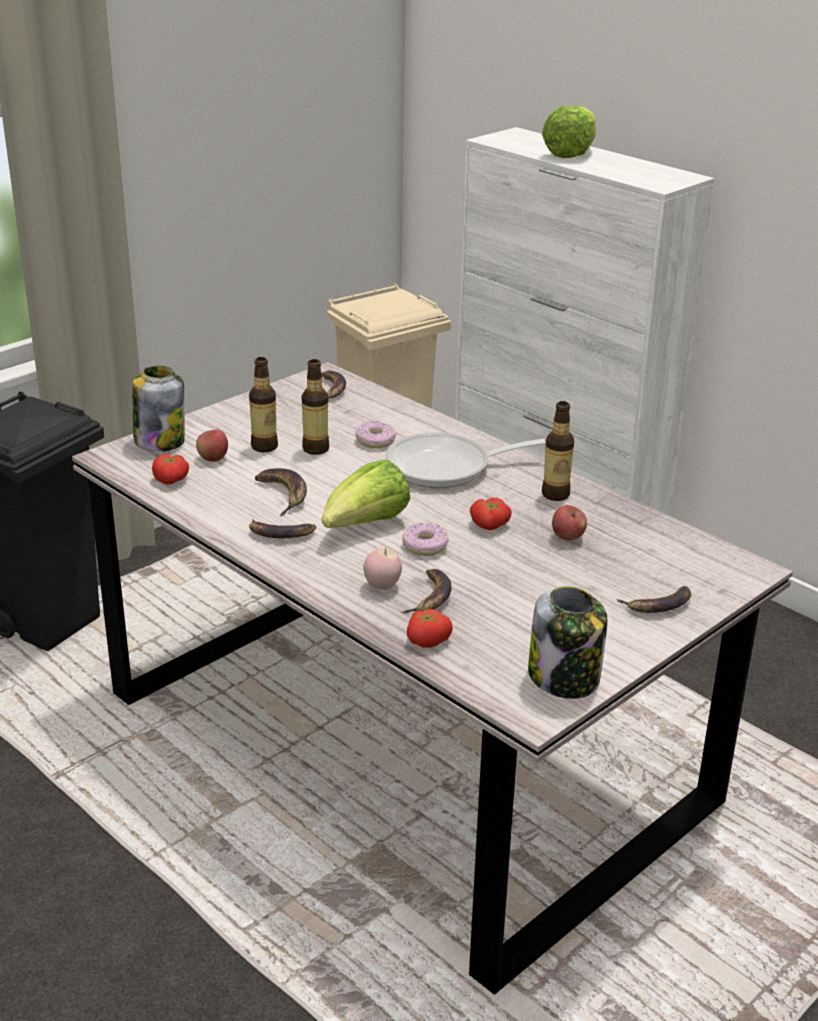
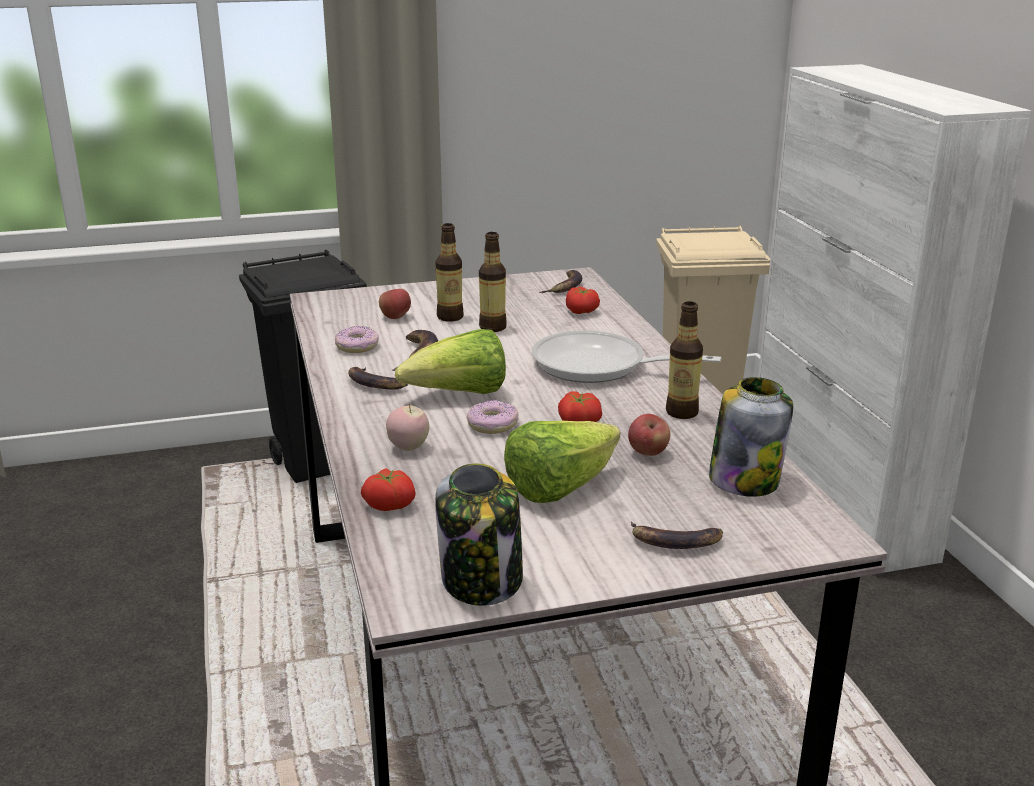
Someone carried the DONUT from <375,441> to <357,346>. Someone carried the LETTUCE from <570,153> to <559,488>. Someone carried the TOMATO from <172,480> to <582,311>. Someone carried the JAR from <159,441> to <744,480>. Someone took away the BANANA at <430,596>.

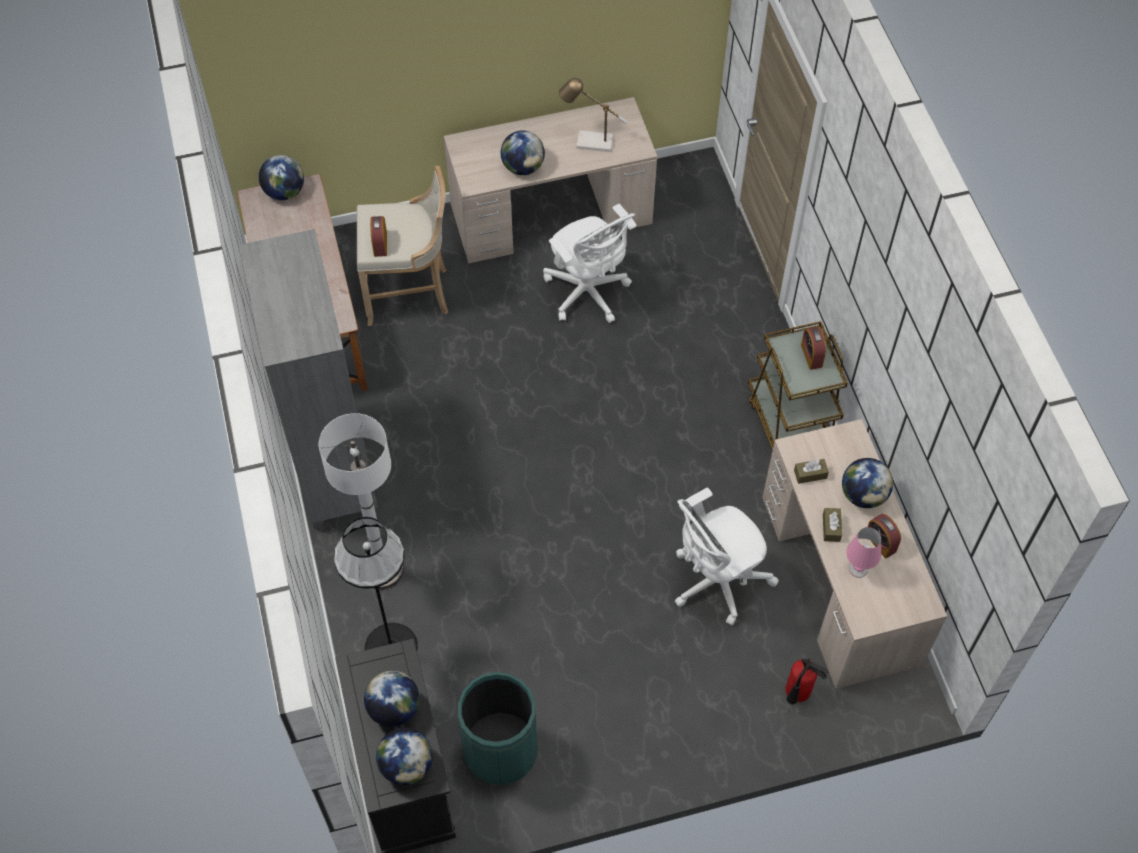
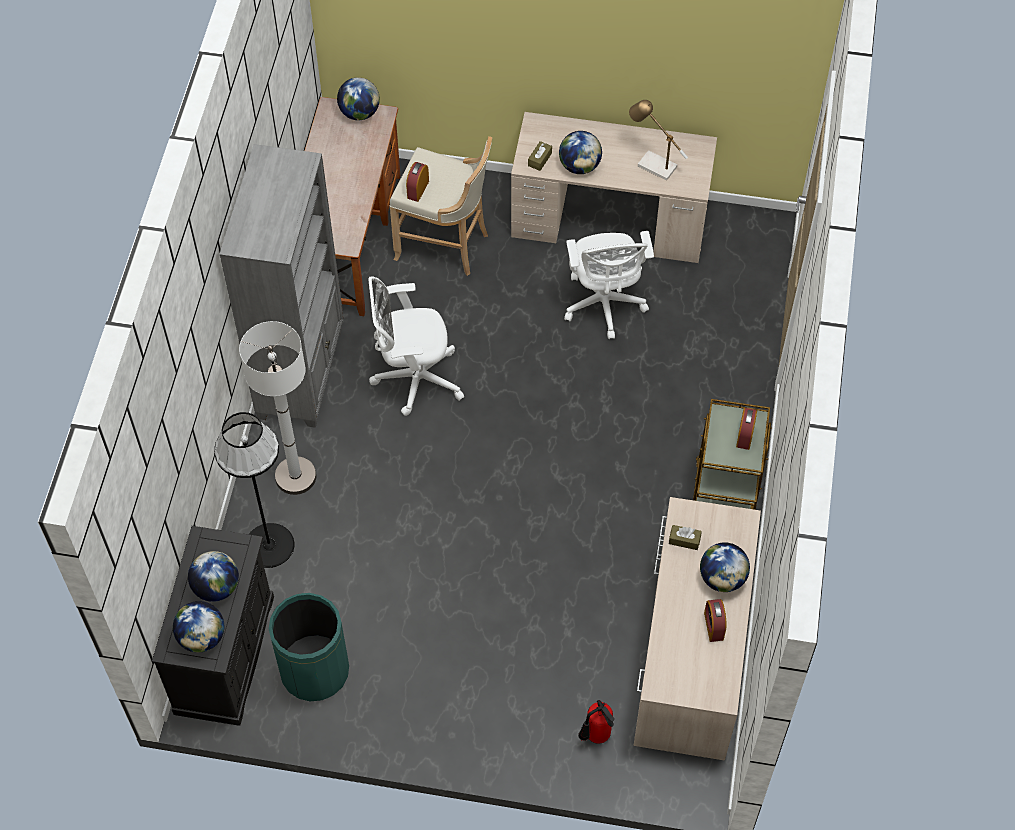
Someone carried the WHITE OFFICE CHAIR from <716,582> to <413,378>. Someone carried the BROWN TISSUE BOX from <831,528> to <540,159>. Someone took away the PINK TABLE LAMP at <858,569>.

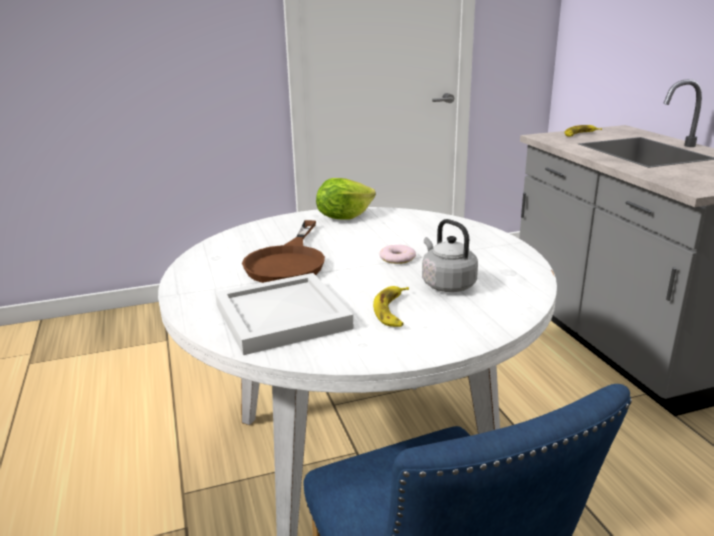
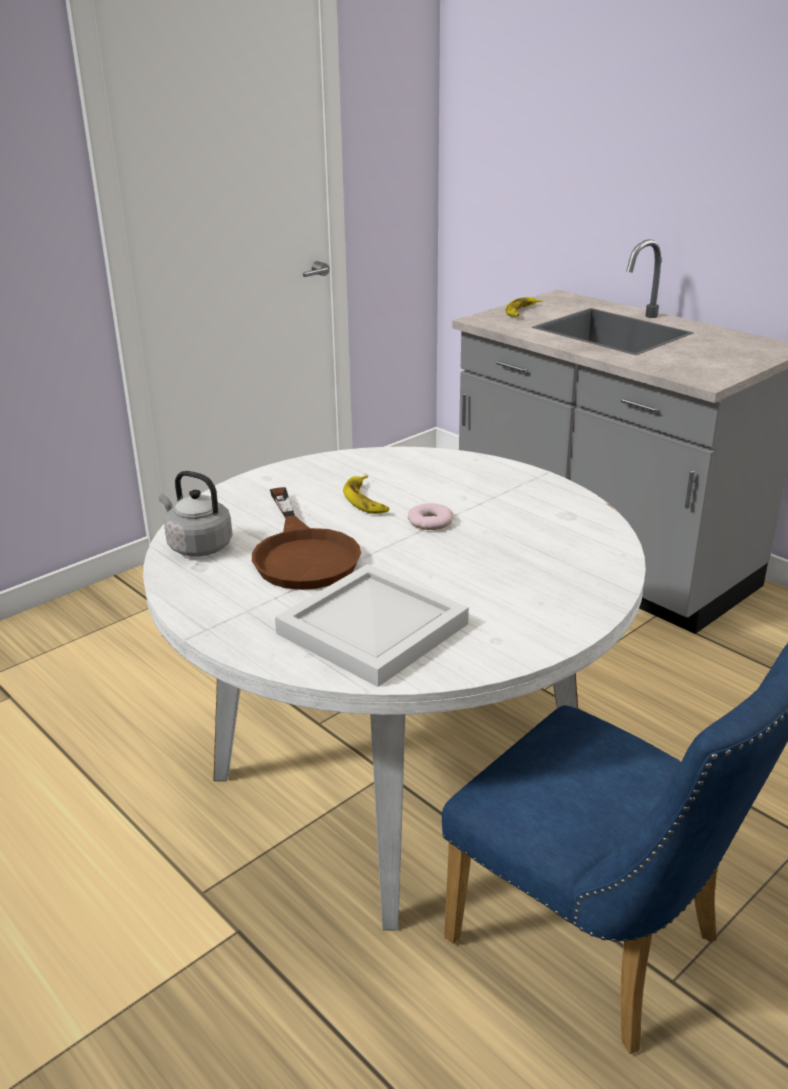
Someone carried the GREY KETTLE from <446,284> to <197,546>. Someone carried the BANANA from <393,311> to <366,500>. Someone took away the LETTUCE at <343,217>.

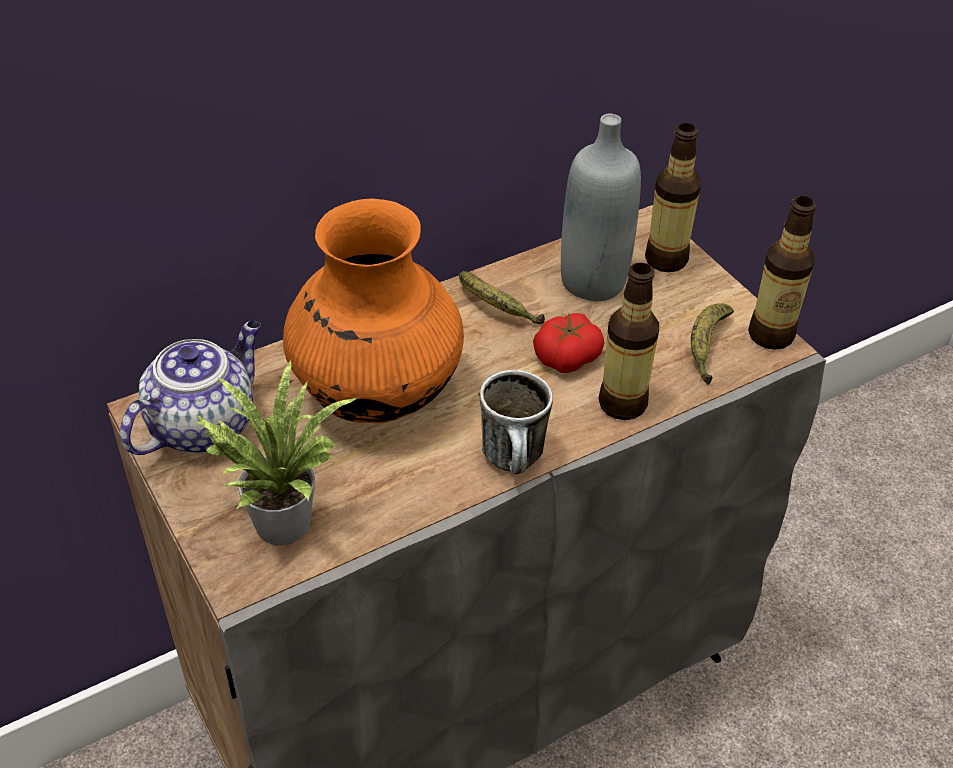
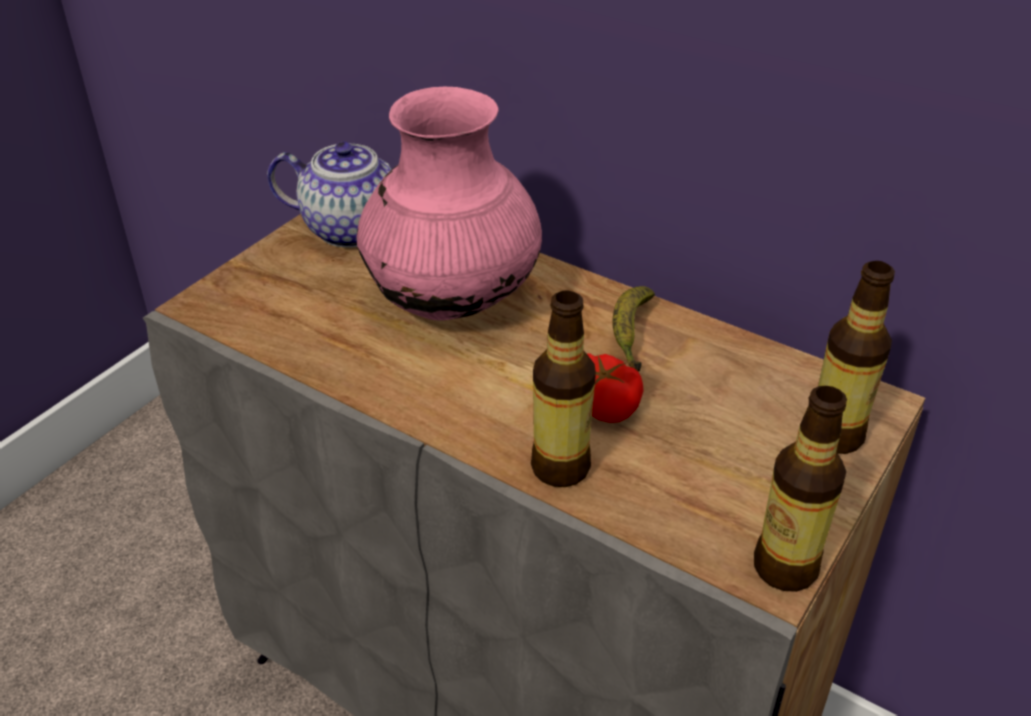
Someone repainted the ORANGE VASE at <376,394>, which became the PINK VASE at <453,302>. Someone took away the POTTED PLANT at <280,518>. Someone took away the MUG at <516,463>. Someone took away the GREY BOTTLE at <593,282>. Someone took away the BANANA at <707,348>.

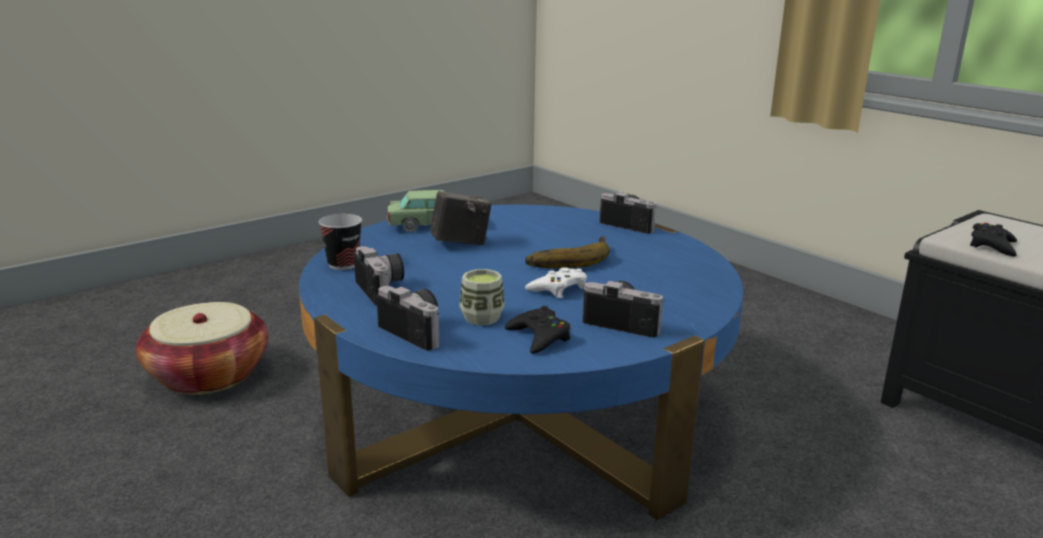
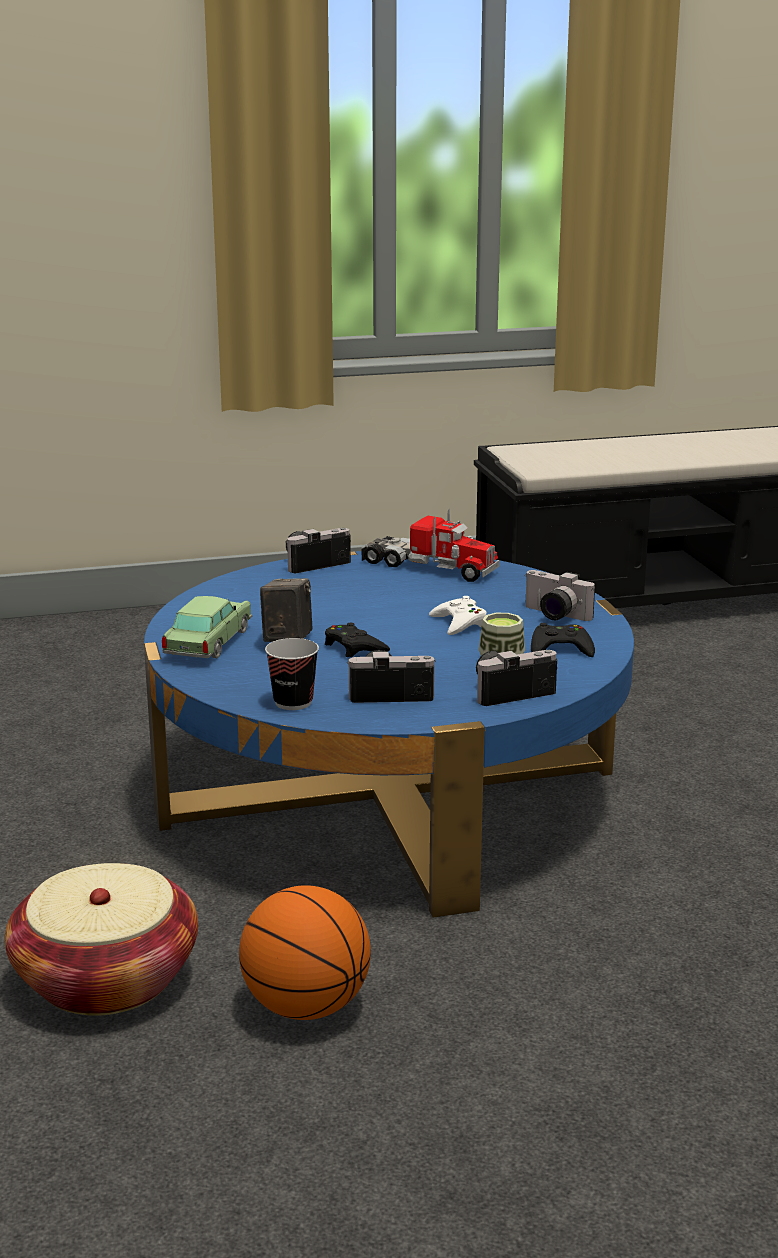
Someone put down the BASKETBALL at <306,1006>. Someone carried the BLACK GAME CONTROLLER from <992,245> to <354,647>. Someone put down the TOY TRUCK at <428,567>. Someone rotated the PHOTO CAMERA at <624,321> by 105 degrees counterclockwise. Someone took away the BANANA at <567,258>.

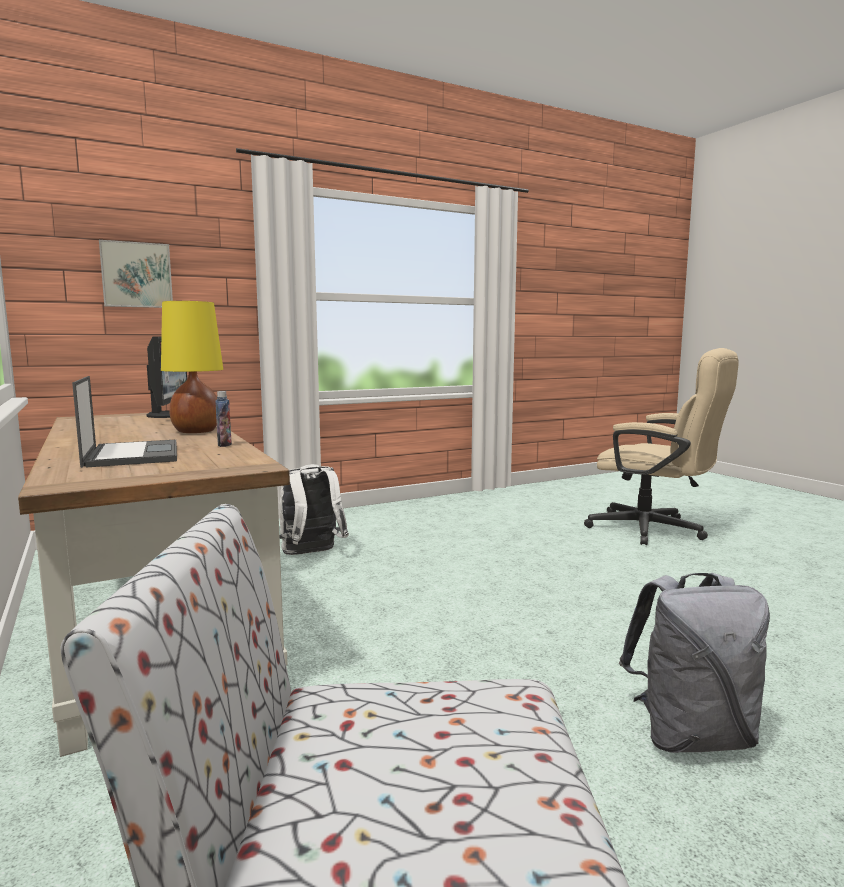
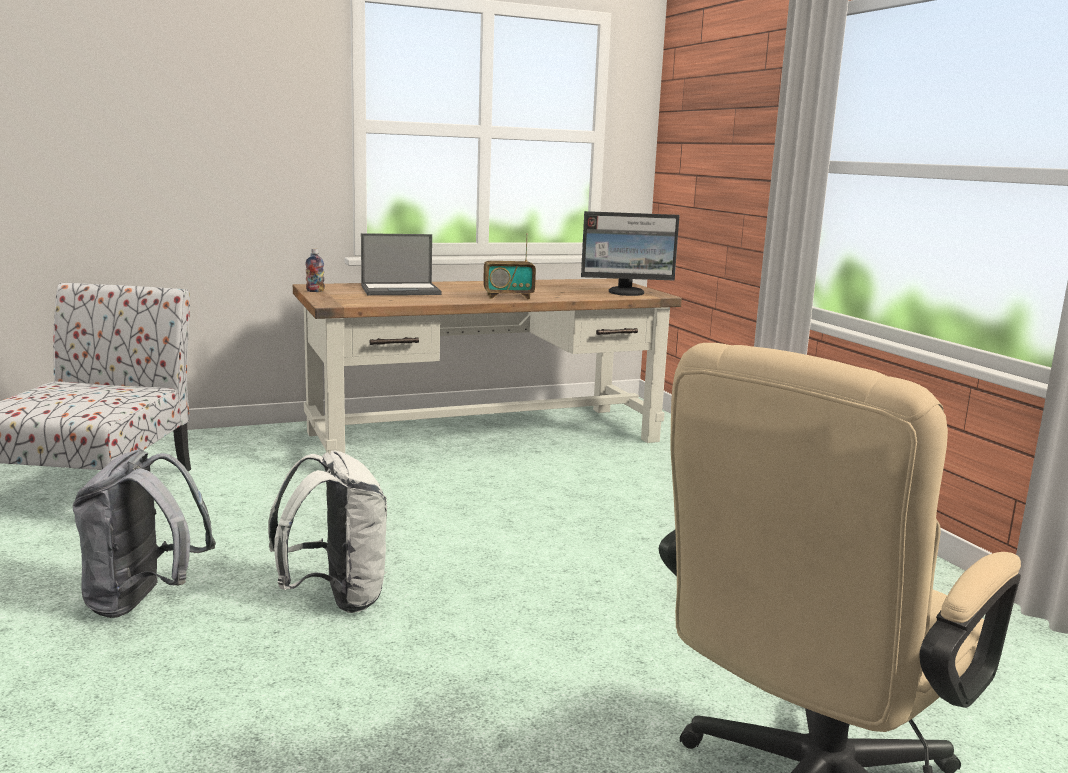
Someone carried the WHITE BACKPACK from <311,554> to <335,598>. Someone carried the BOTTLE from <224,445> to <315,291>. Someone swapped the YELLOW TABLE LAMP at <195,431> for the RADIO at <508,297>. Someone took away the PICTURE at <136,275>.

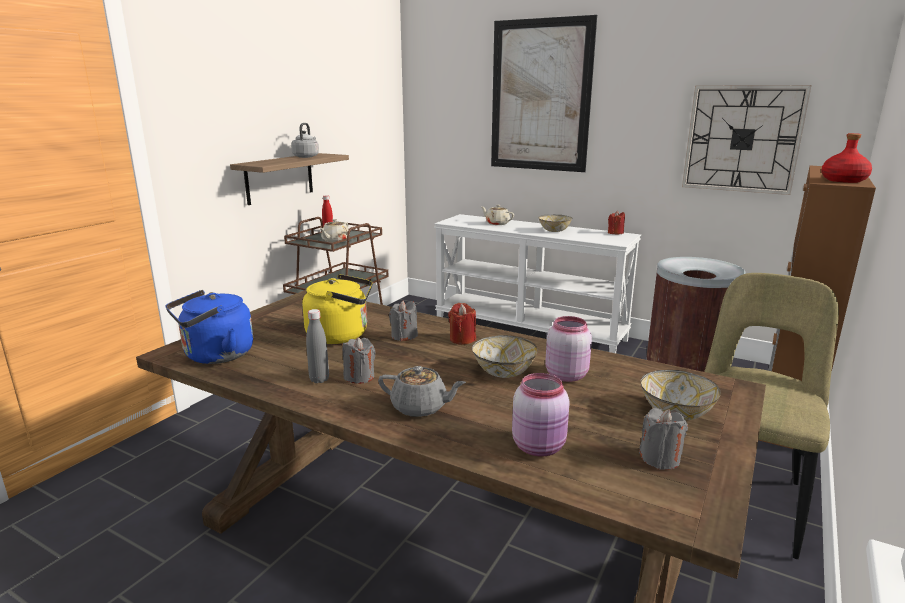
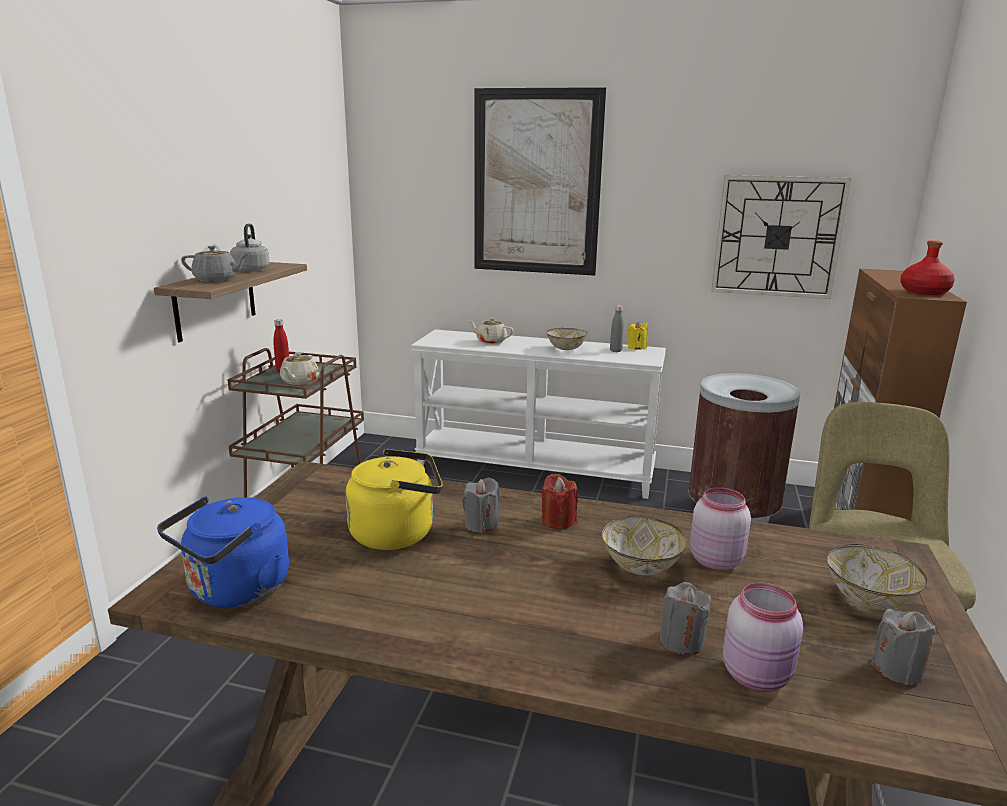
Someone carried the GREY TEAPOT from <420,407> to <217,279>. Someone carried the GREY BOTTLE from <319,379> to <615,351>. Someone repainted the RED CANDLE at <615,233>, which became the YELLOW CANDLE at <636,347>. Someone carried the GREY CANDLE from <359,377> to <681,641>.

